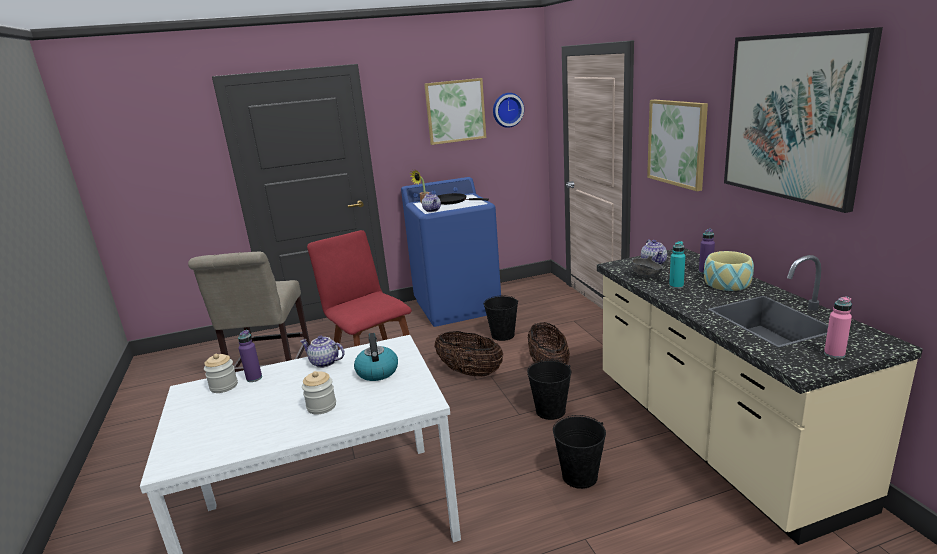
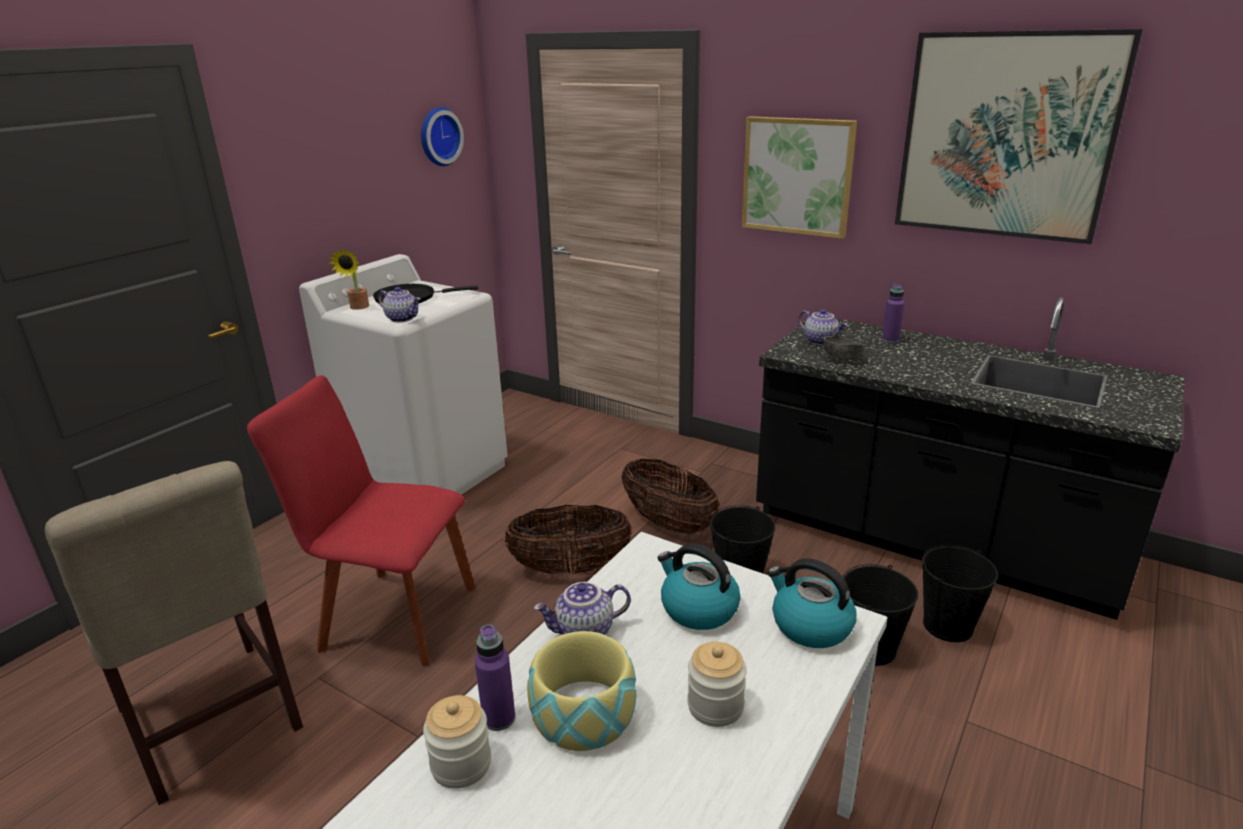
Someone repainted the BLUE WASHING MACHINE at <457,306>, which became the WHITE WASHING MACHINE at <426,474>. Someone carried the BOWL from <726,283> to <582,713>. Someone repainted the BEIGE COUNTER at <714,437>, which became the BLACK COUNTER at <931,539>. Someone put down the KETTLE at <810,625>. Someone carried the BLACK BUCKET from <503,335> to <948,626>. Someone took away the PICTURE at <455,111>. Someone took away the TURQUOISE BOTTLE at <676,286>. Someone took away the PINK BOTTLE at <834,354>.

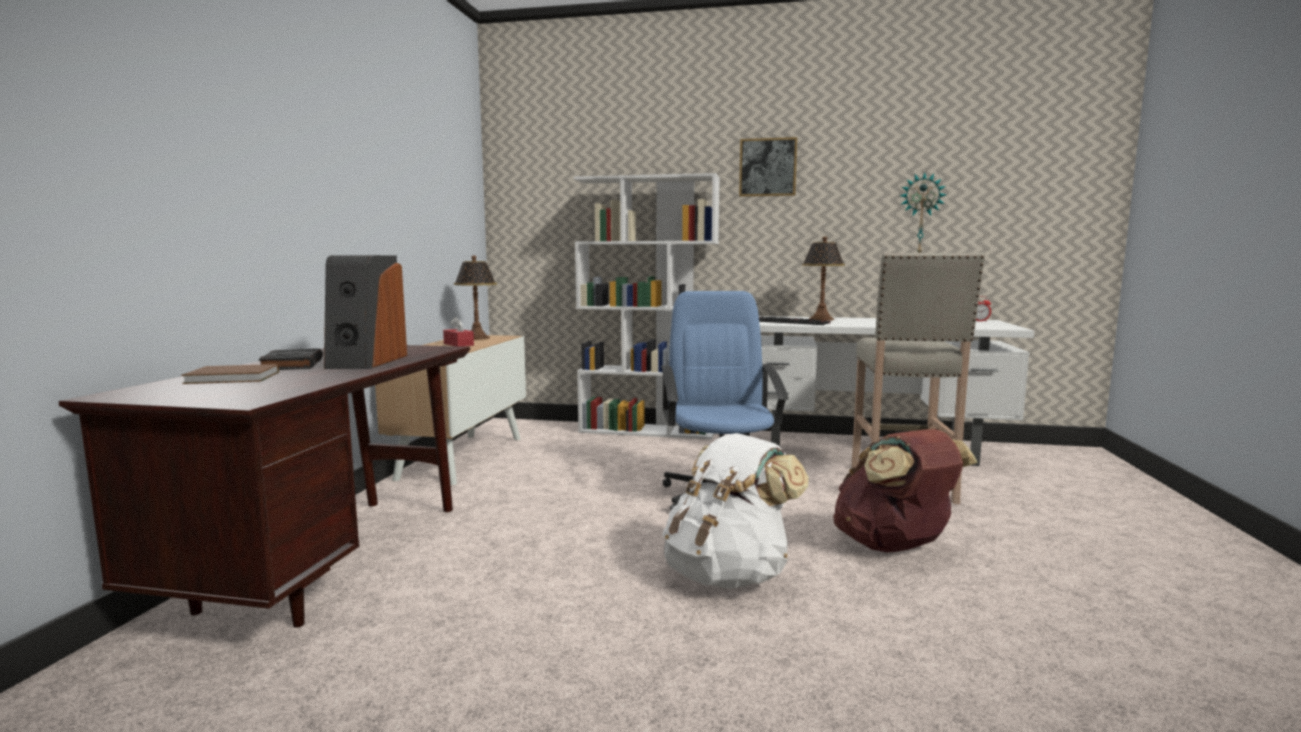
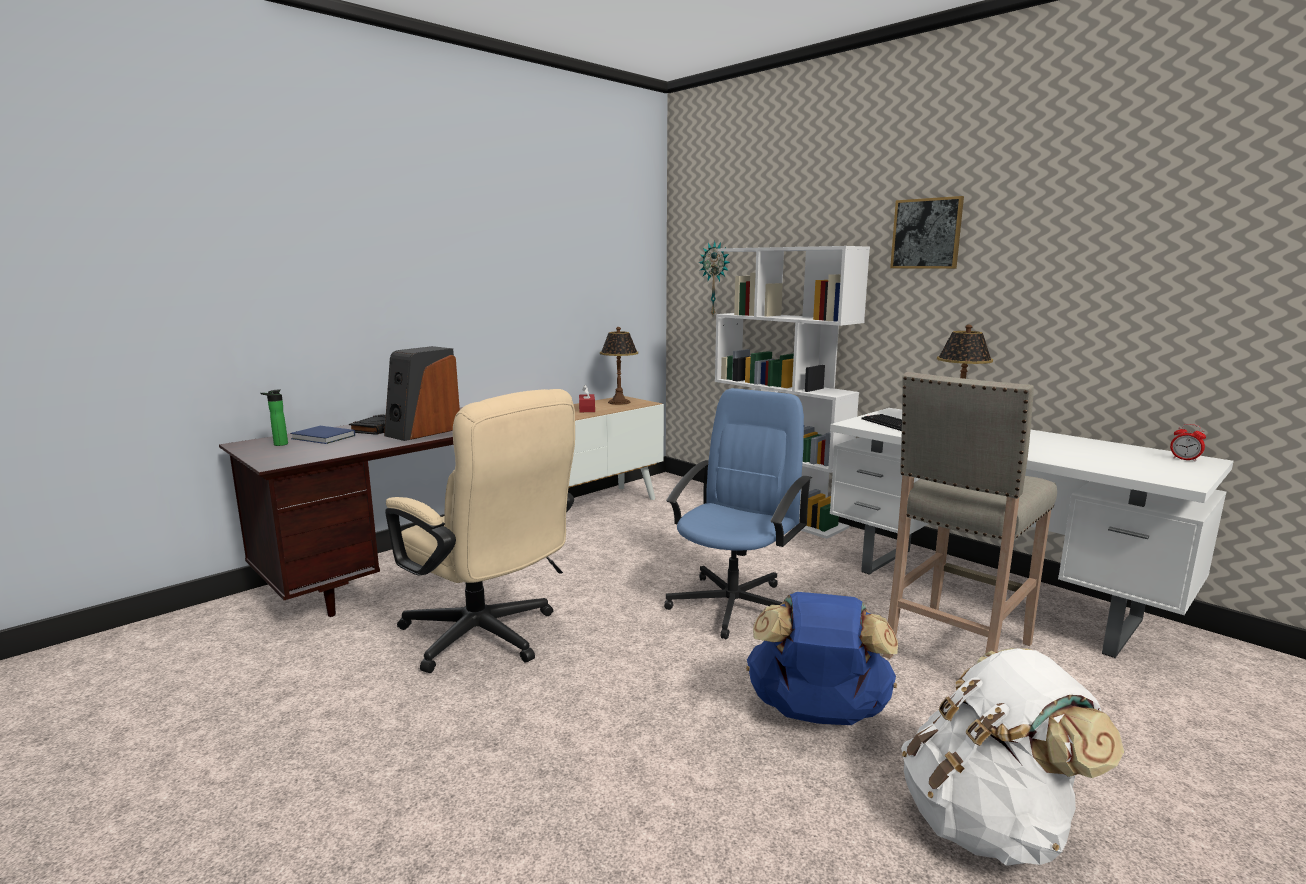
Someone put down the BOTTLE at <278,445>. Someone repainted the BROWN BOOK at <234,378>, which became the BLUE BOOK at <323,437>. Someone put down the BEIGE OFFICE CHAIR at <487,639>. Someone carried the WALL CLOCK from <921,214> to <715,279>. Someone repainted the BROWN BACKPACK at <894,546>, which became the BLUE BACKPACK at <816,715>. Someone carried the WHITE BACKPACK from <728,574> to <988,823>.

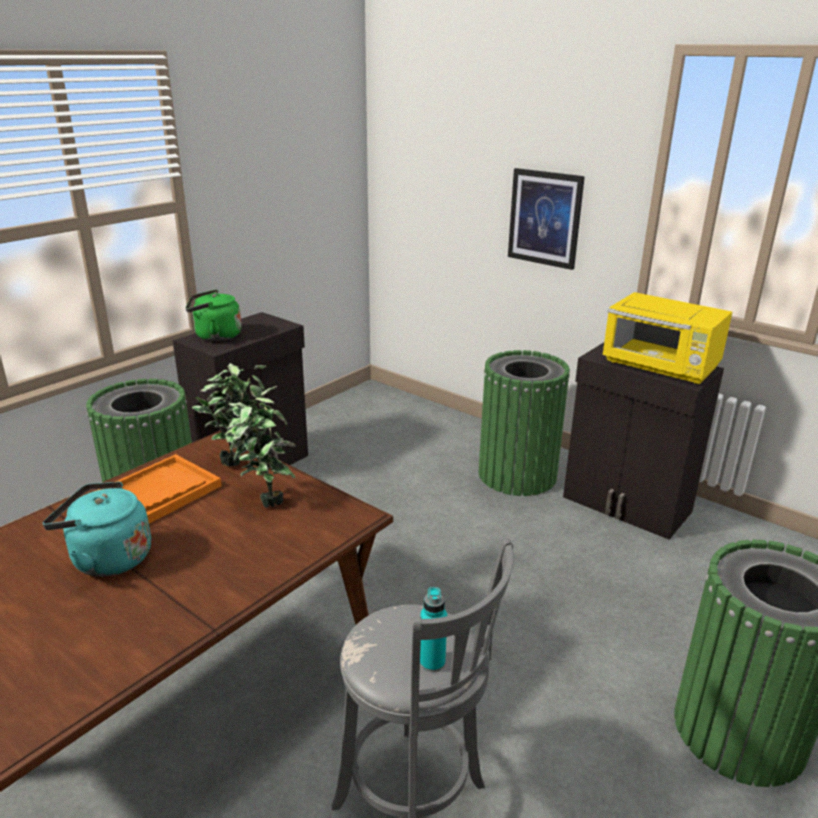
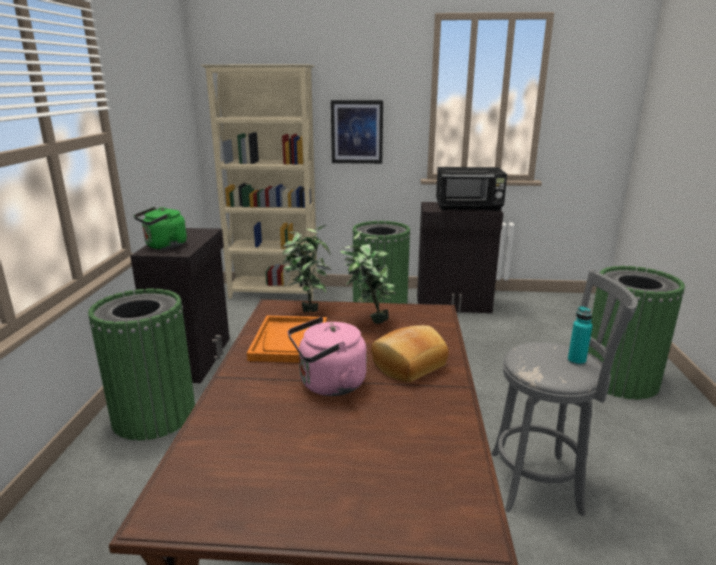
Someone put down the BEIGE BOOKCASE at <274,293>. Someone repainted the TURQUOISE KETTLE at <107,559>, which became the PINK KETTLE at <328,384>. Someone put down the BREAD at <407,364>. Someone repainted the YELLOW MICROWAVE at <661,367>, which became the BLACK MICROWAVE at <469,207>.

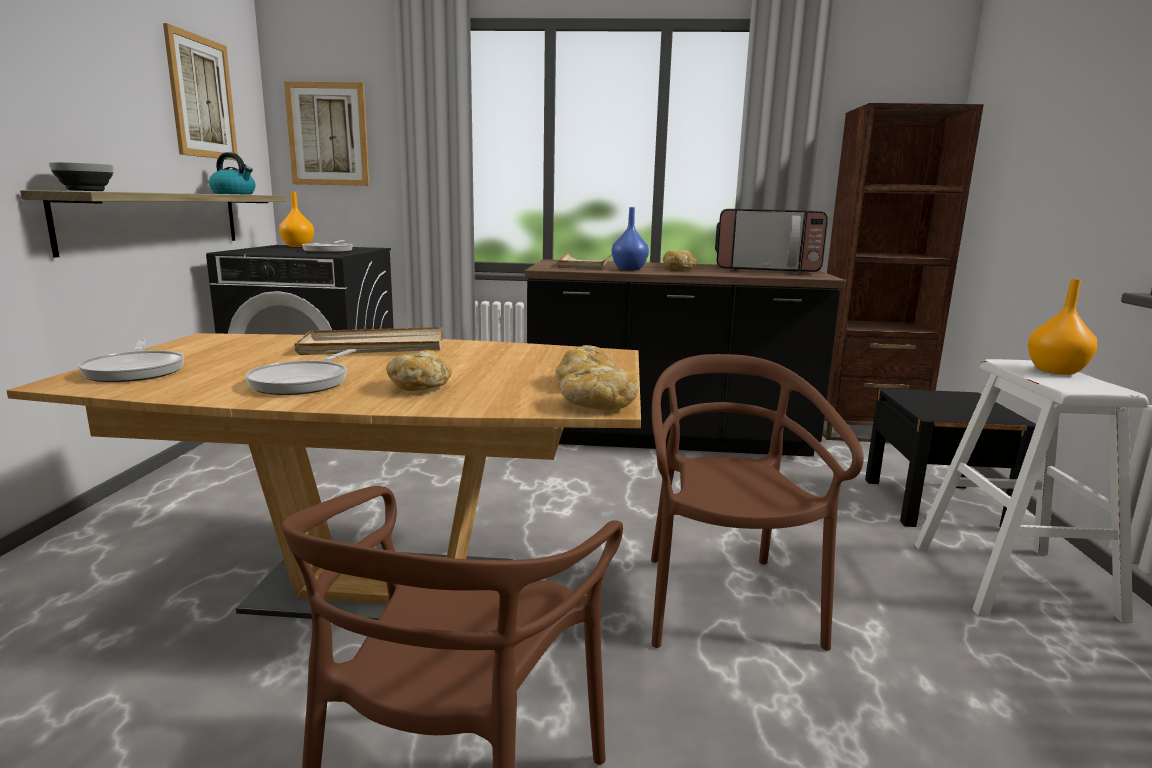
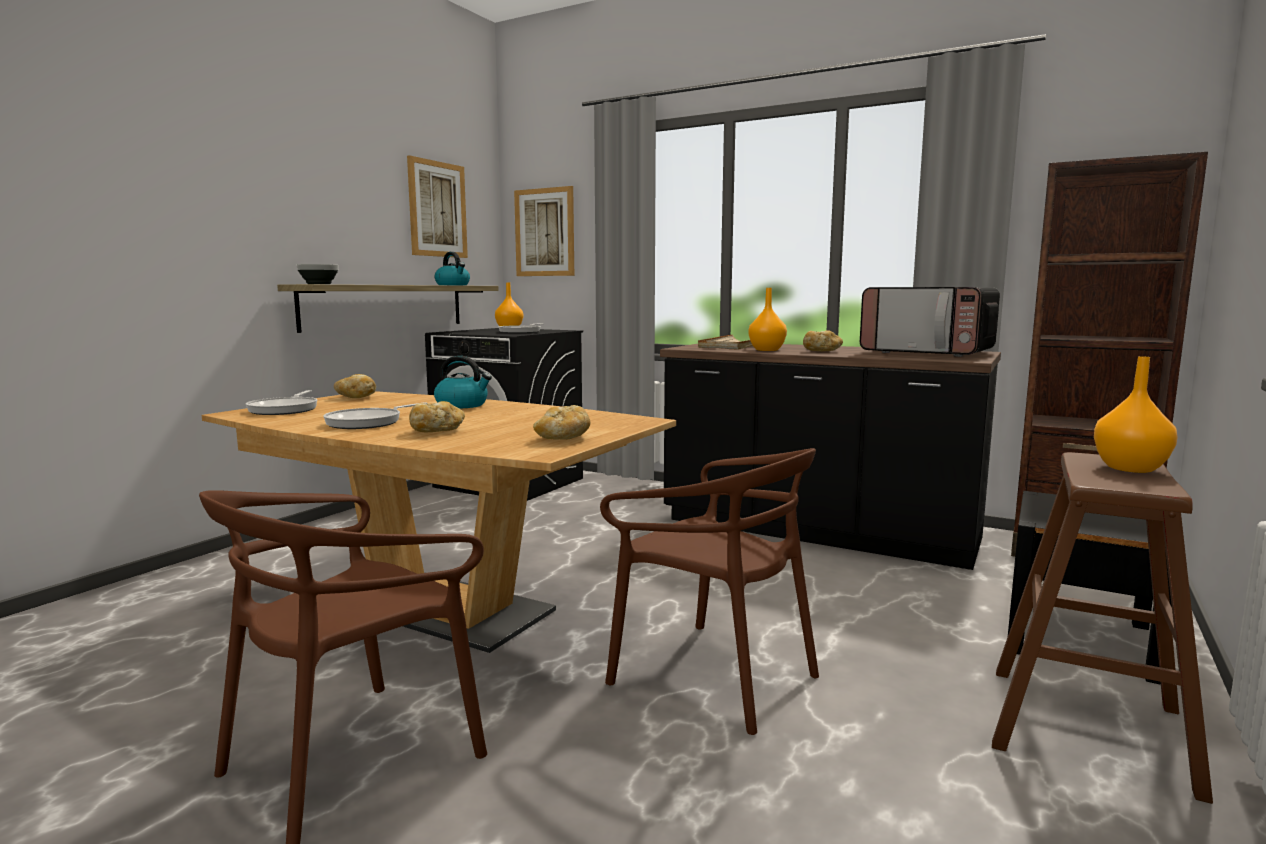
Someone carried the BREAD from <596,407> to <356,397>. Someone swapped the BEIGE TRAY at <372,347> for the KETTLE at <462,405>. Someone rotated the BROWN CHAIR at <724,602> by 105 degrees clockwise. Someone repainted the BLUE VASE at <629,269>, which became the ORANGE VASE at <767,350>. Someone repainted the WHITE STOOL at <1013,580>, which became the BROWN STOOL at <1088,728>.

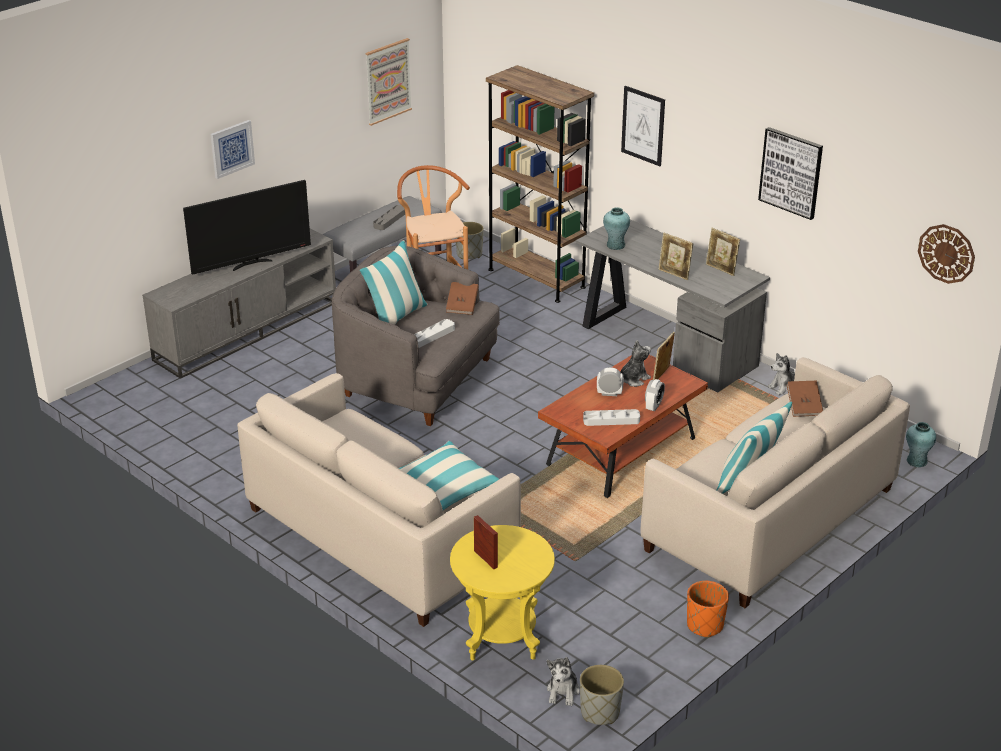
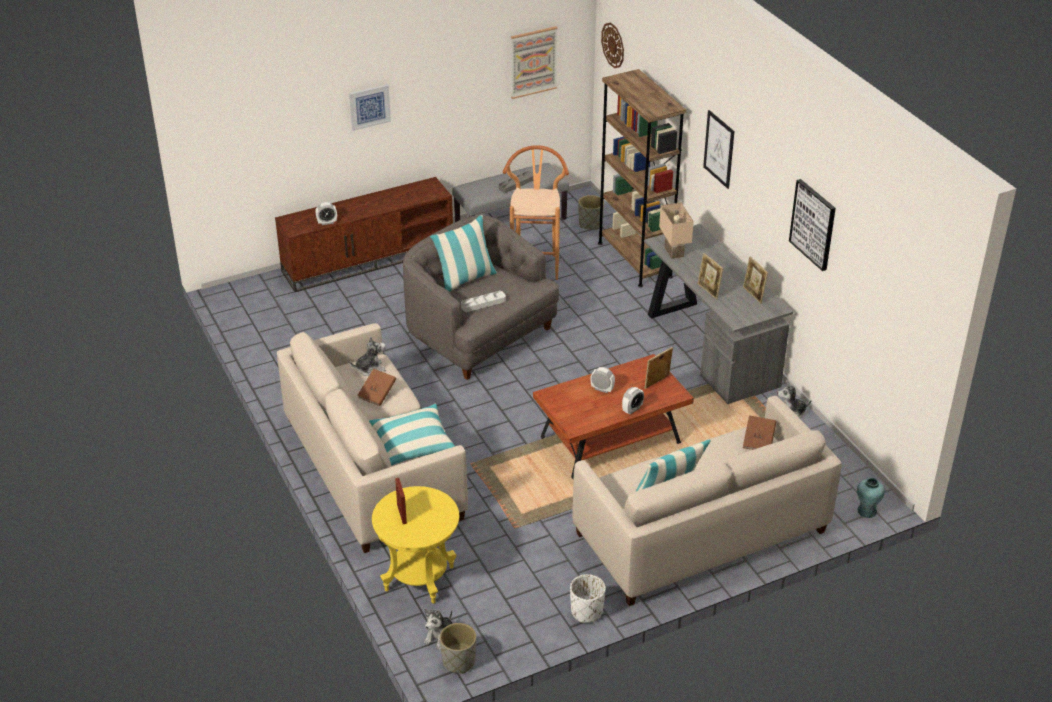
Someone repainted the GREY TV STAND at <247,330>, which became the BROWN TV STAND at <369,259>. Someone put down the ALARM CLOCK at <327,222>. Someone carried the PLUSH TOY from <633,379> to <370,369>. Someone carried the BROWN BOOK from <462,306> to <377,394>. Someone repainted the ORANGE PLANTER at <705,626>, which became the WHITE PLANTER at <586,612>. Someone carried the WALL CLOCK from <946,253> to <613,45>. Someone swapped the TURQUOISE VASE at <615,245> for the BEIGE TABLE LAMP at <675,252>. Someone took away the TELEVISION at <251,264>. Someone took away the GREY TRAY at <611,420>.

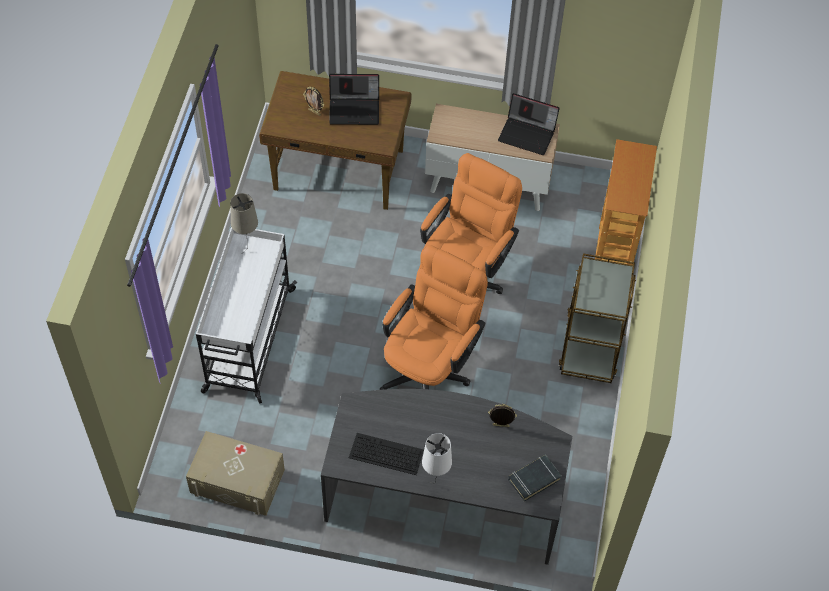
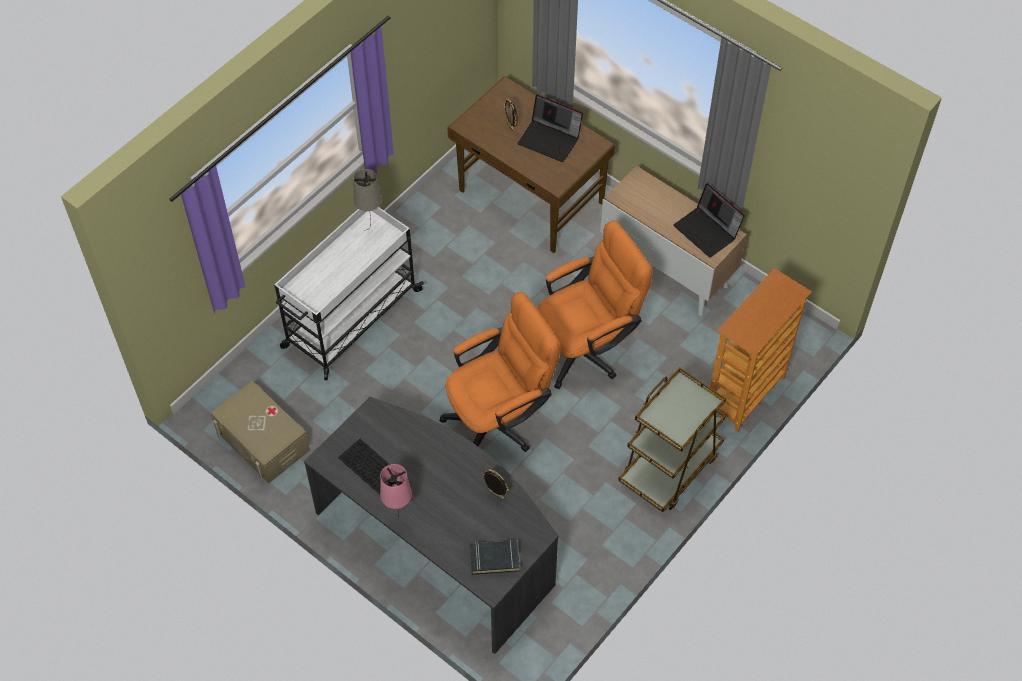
Someone repainted the WHITE TABLE LAMP at <435,485>, which became the PINK TABLE LAMP at <399,520>.

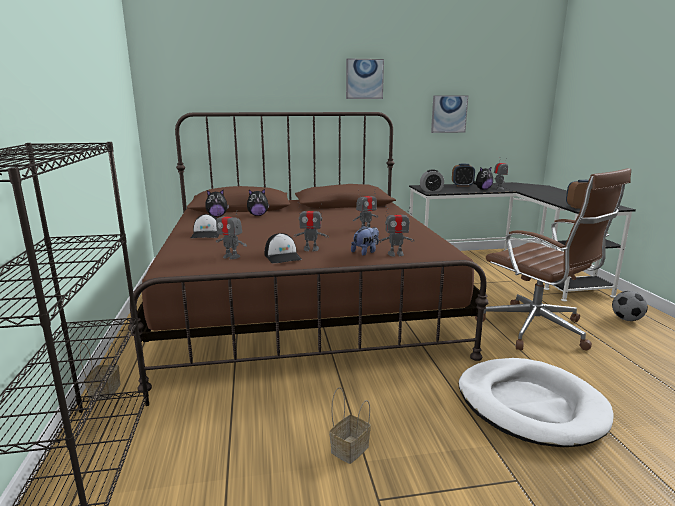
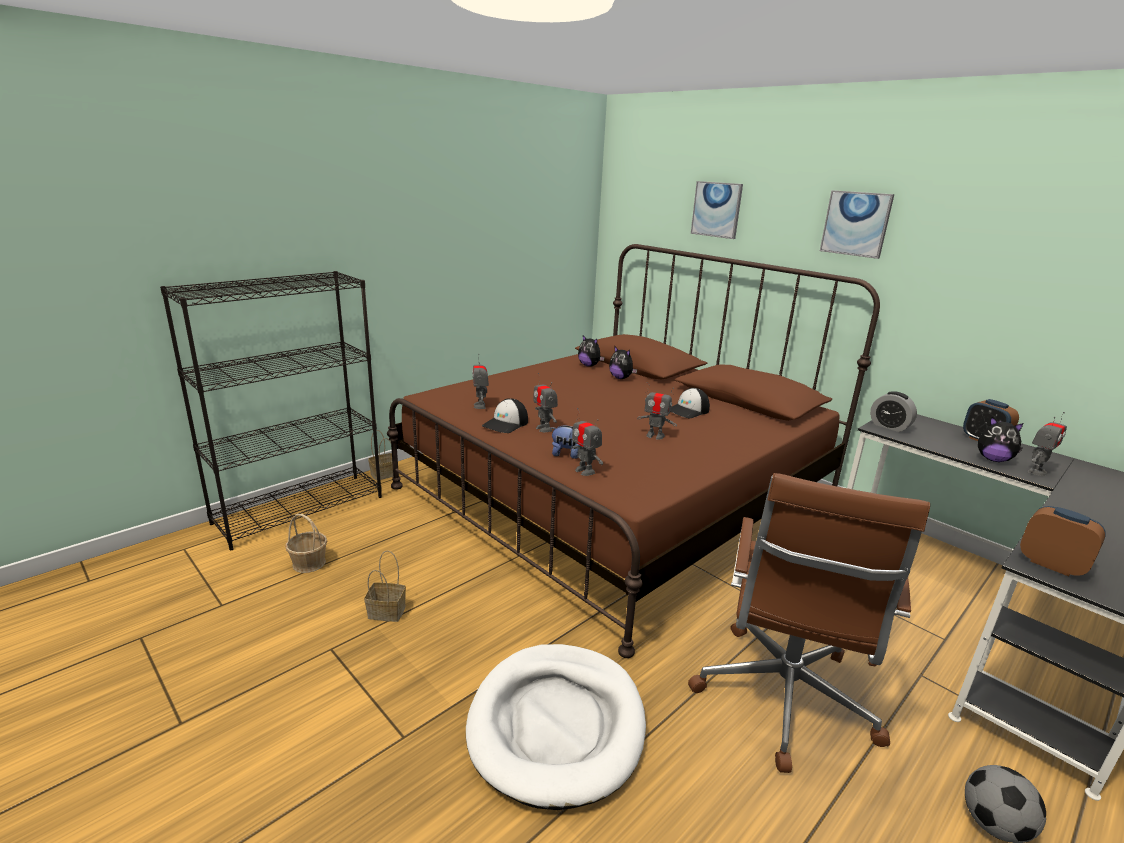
Someone put down the BASKET at <309,563>. Someone carried the CAP from <206,234> to <688,410>. Someone carried the PICTURE from <449,114> to <716,209>.

